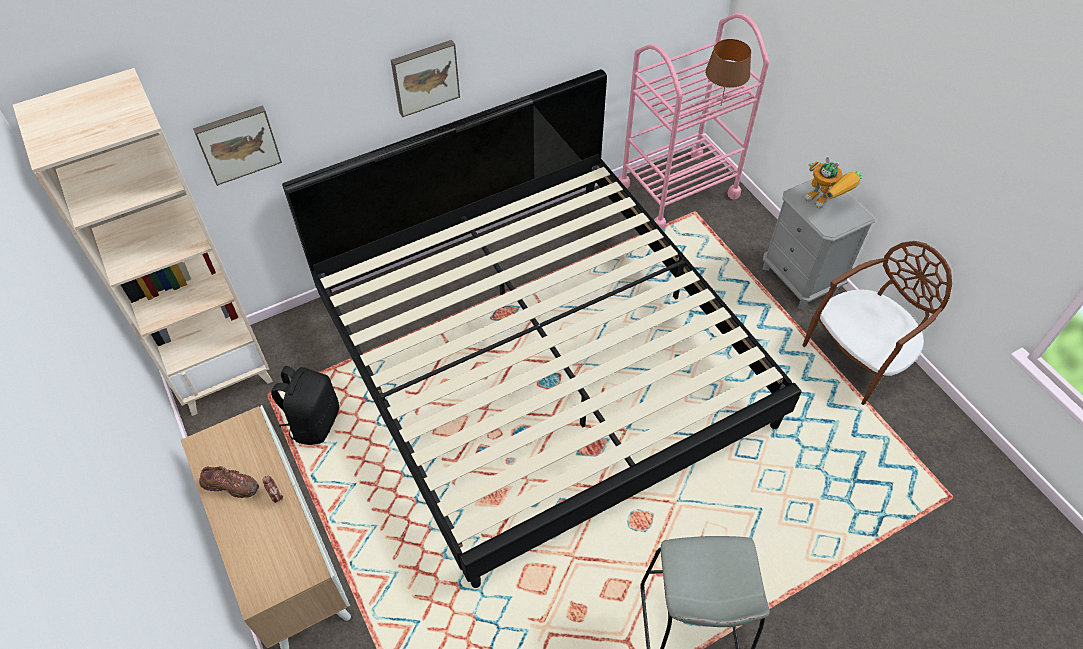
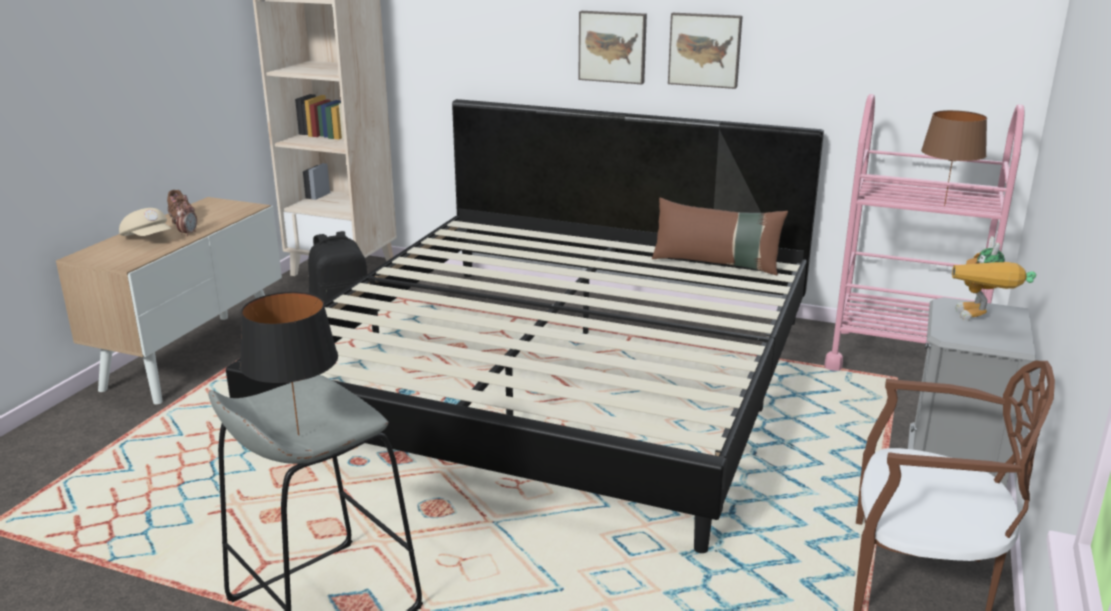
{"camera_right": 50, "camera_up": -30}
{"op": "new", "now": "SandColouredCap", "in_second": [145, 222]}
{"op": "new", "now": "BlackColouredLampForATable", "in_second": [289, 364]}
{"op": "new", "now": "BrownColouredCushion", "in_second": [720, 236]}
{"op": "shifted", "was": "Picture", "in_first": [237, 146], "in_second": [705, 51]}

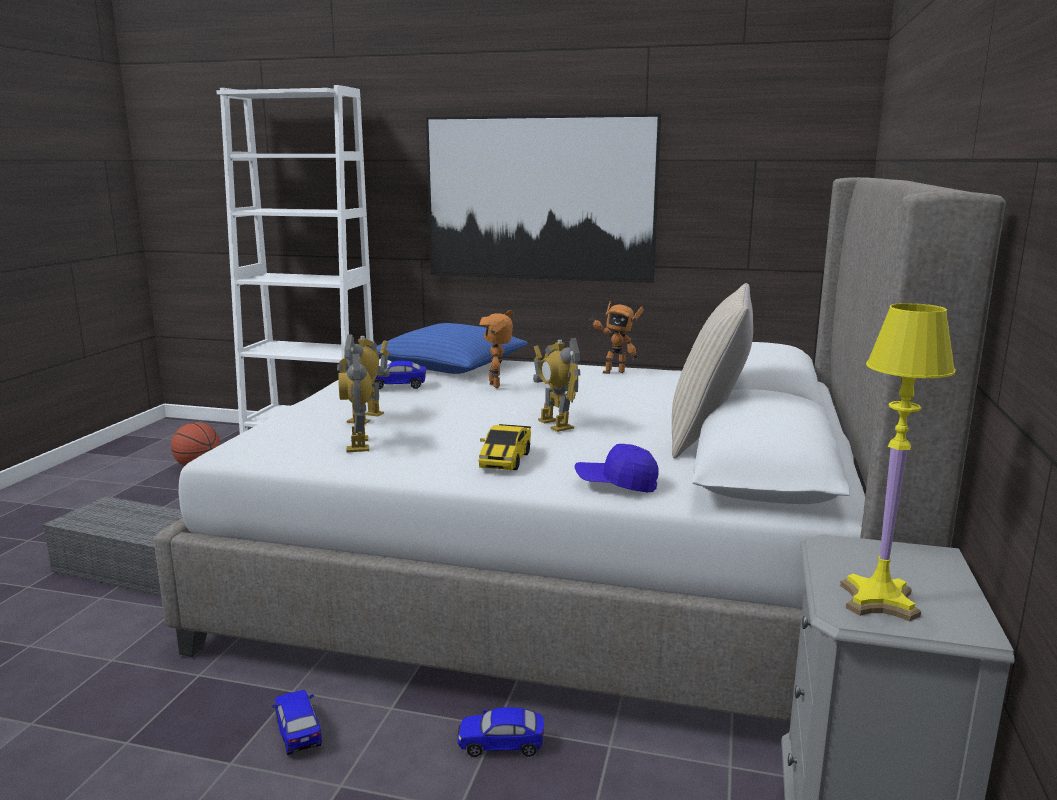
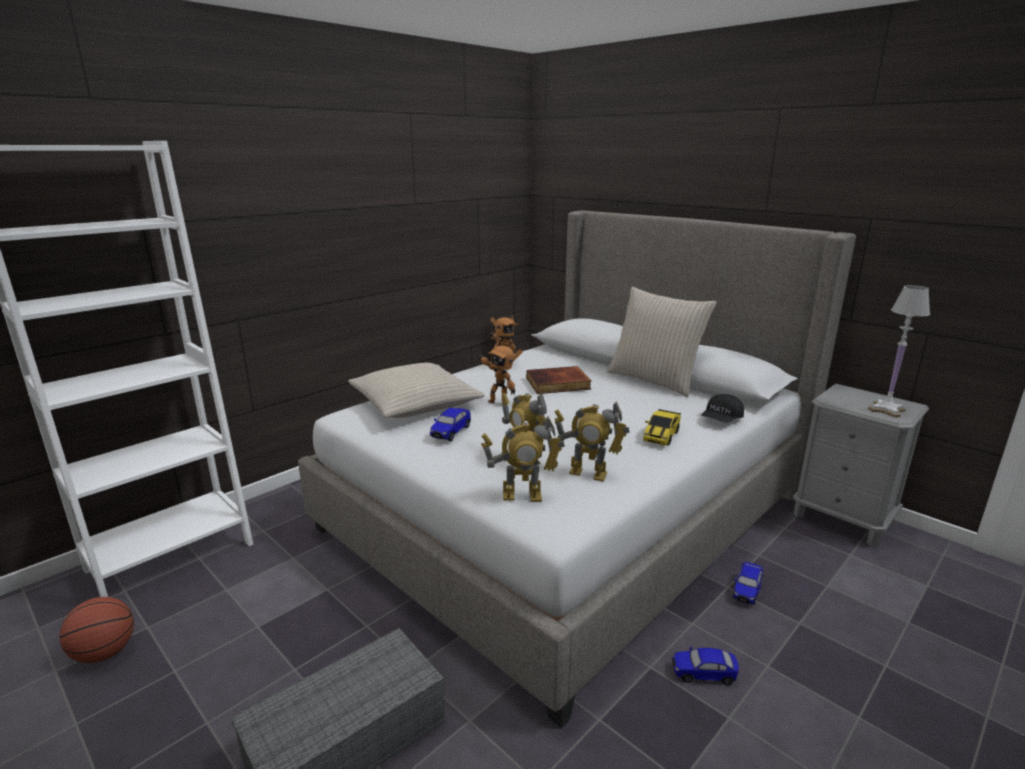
{"camera_right": -60, "camera_up": 5}
{"op": "repainted", "was": "BlueColouredCushion", "now": "SandColouredCushion", "in_first": [452, 348], "in_second": [416, 390]}
{"op": "shifted", "was": "RobotFigure", "in_first": [557, 385], "in_second": [523, 459]}
{"op": "new", "now": "Book", "in_second": [558, 380]}
{"op": "rotated", "was": "MiniatureCar", "in_first": [504, 447], "in_second": [662, 427], "clockwise": 75}
{"op": "repainted", "was": "BlueColouredCap", "now": "BlackColouredCap", "in_first": [617, 468], "in_second": [723, 408]}
{"op": "repainted", "was": "YellowColouredLampForATable", "now": "WhiteColouredLampForATable", "in_first": [898, 462], "in_second": [899, 351]}
{"op": "gone", "was": "Picture", "in_first": [543, 198]}

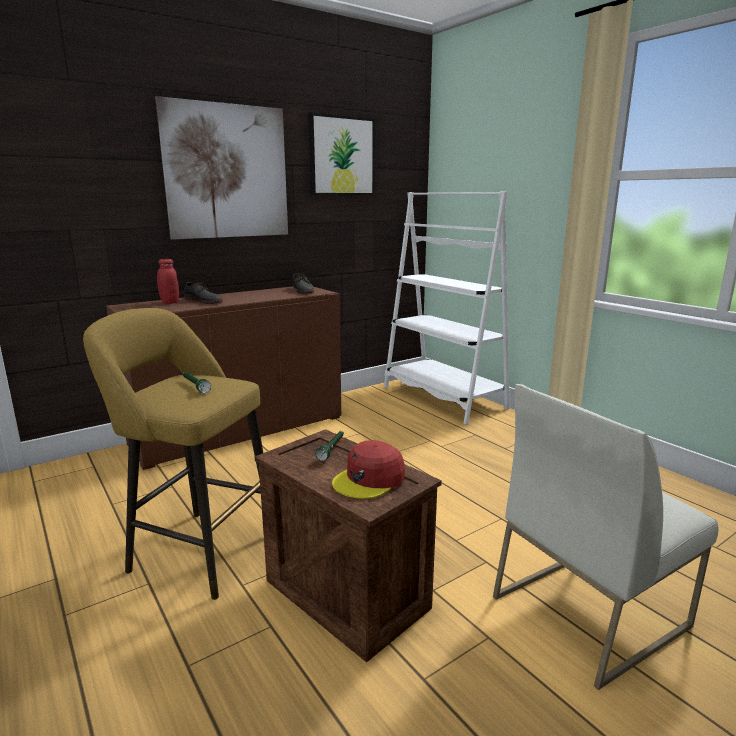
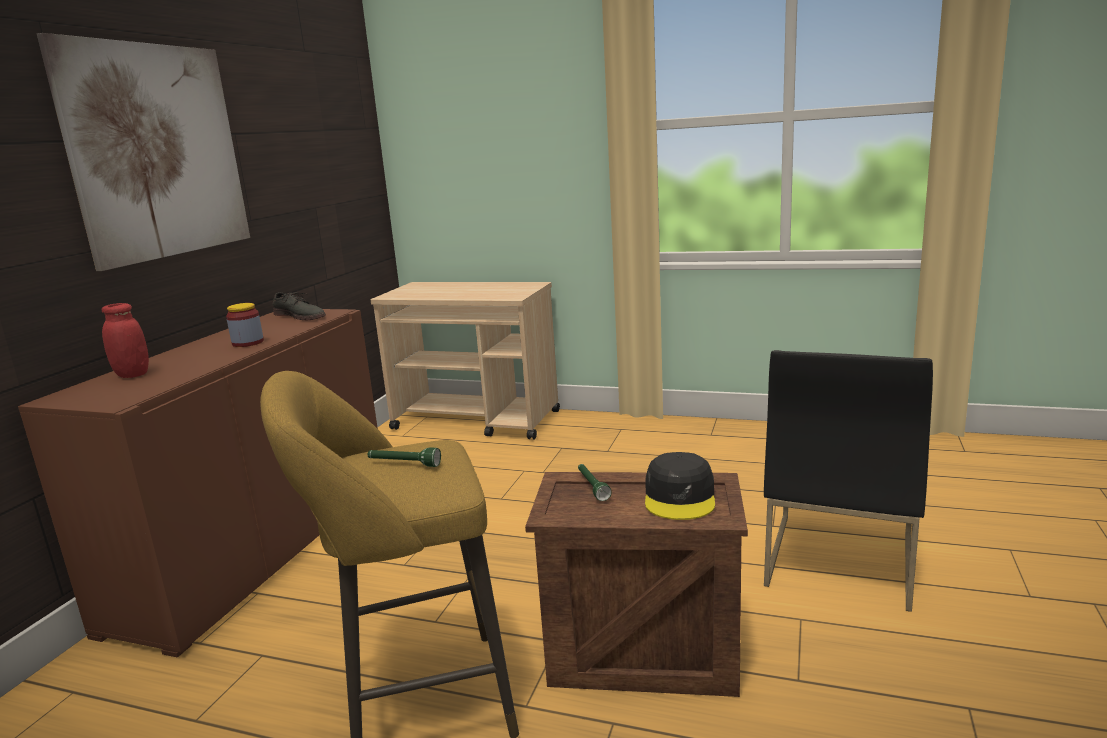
{"camera_right": -35, "camera_up": 0}
{"op": "new", "now": "StorageJar", "in_second": [245, 325]}
{"op": "swapped", "was": "WhiteColouredBookcase", "now": "SandColouredCart", "in_first": [447, 308], "in_second": [465, 361]}
{"op": "repainted", "was": "RedCap", "now": "BlackColouredCap", "in_first": [368, 469], "in_second": [680, 486]}
{"op": "repainted", "was": "WhiteColouredChair", "now": "BlackColouredChair", "in_first": [605, 537], "in_second": [848, 481]}
{"op": "gone", "was": "GreyShoe", "in_first": [203, 293]}
{"op": "gone", "was": "Picture", "in_first": [341, 153]}

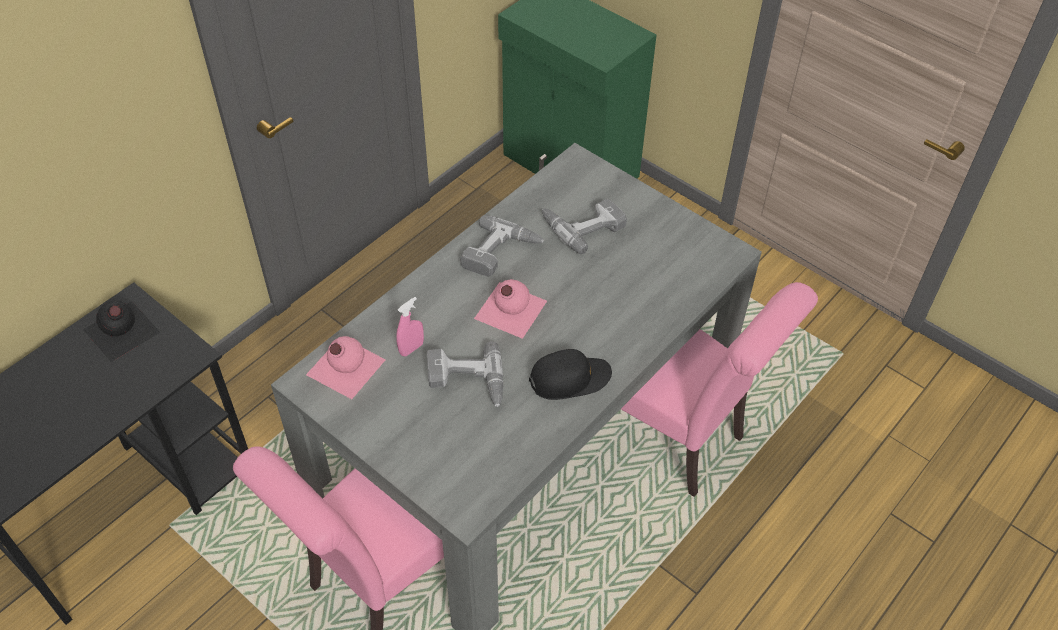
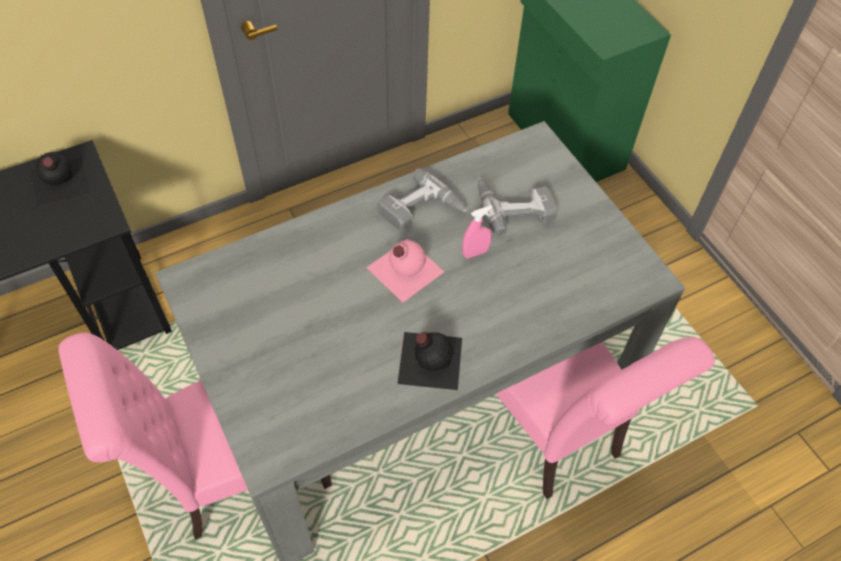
{"camera_right": 20, "camera_up": 5}
{"op": "swapped", "was": "BlackColouredCap", "now": "BlackColouredBeverageBottle", "in_first": [570, 374], "in_second": [429, 361]}
{"op": "shifted", "was": "PinkHandSprayer", "in_first": [410, 326], "in_second": [477, 231]}
{"op": "gone", "was": "PinkBeverageBottle", "in_first": [346, 367]}
{"op": "gone", "was": "ElectricDrill", "in_first": [465, 374]}

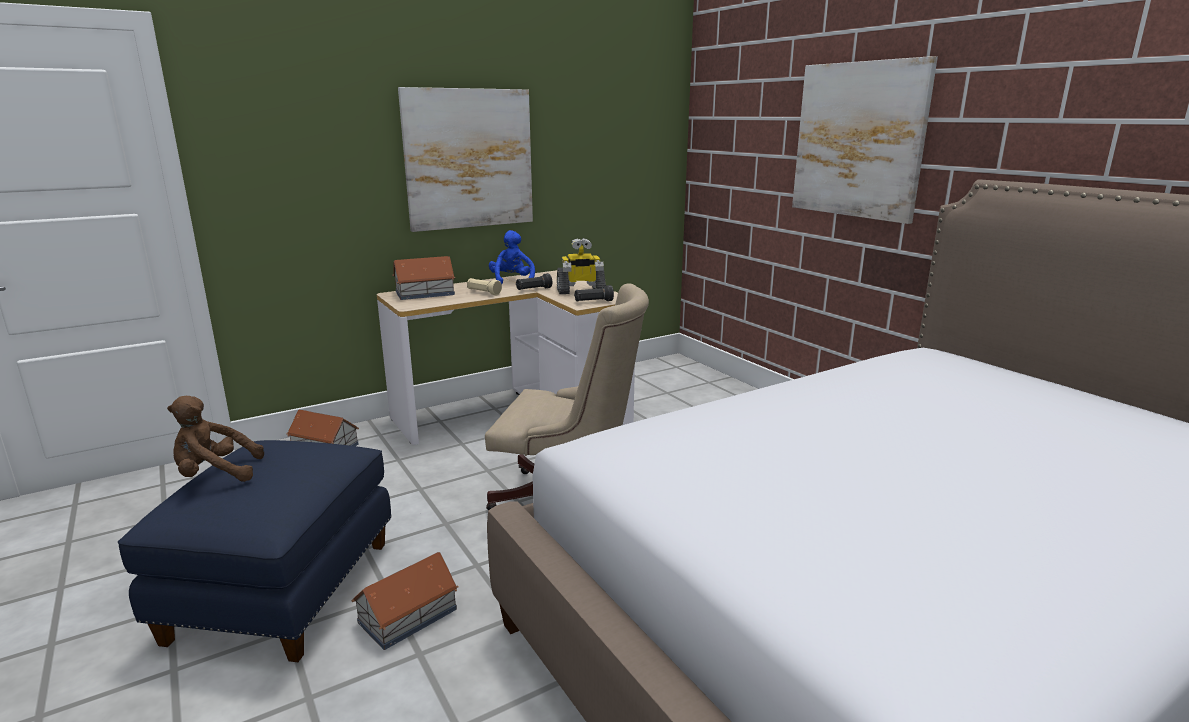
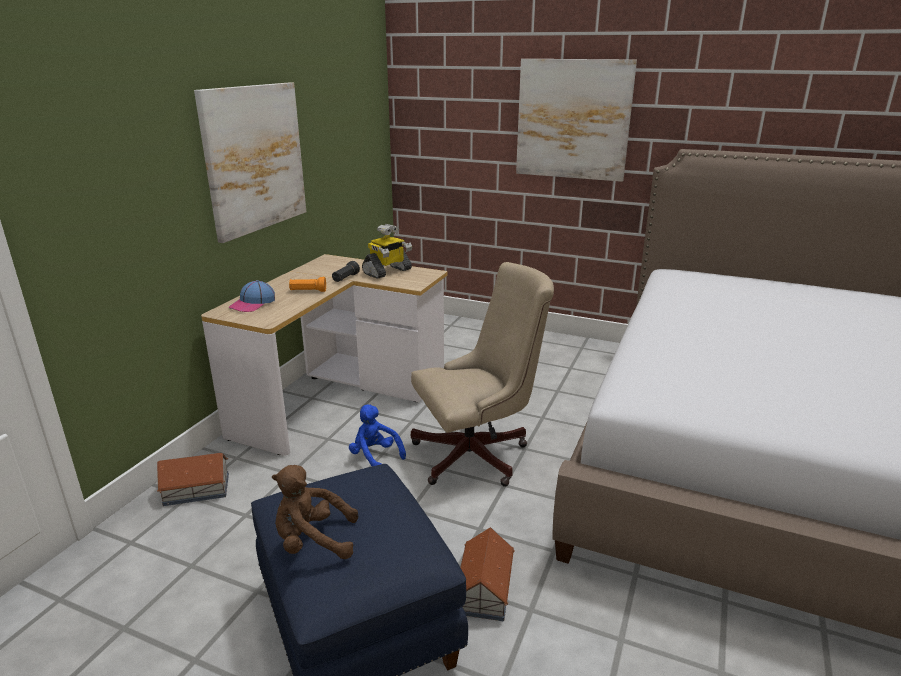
{"camera_right": -35, "camera_up": 5}
{"op": "swapped", "was": "MiniatureHouse", "now": "Cap", "in_first": [423, 278], "in_second": [252, 296]}
{"op": "rotated", "was": "BrownColouredPlushToy", "in_first": [215, 439], "in_second": [315, 512], "clockwise": 45}
{"op": "repainted", "was": "SandColouredHandTorch", "now": "OrangeyHandTorch", "in_first": [484, 286], "in_second": [307, 284]}
{"op": "shifted", "was": "BlueColouredPlushToy", "in_first": [512, 257], "in_second": [377, 435]}
{"op": "gone", "was": "BlackColouredHandTorch", "in_first": [594, 293]}

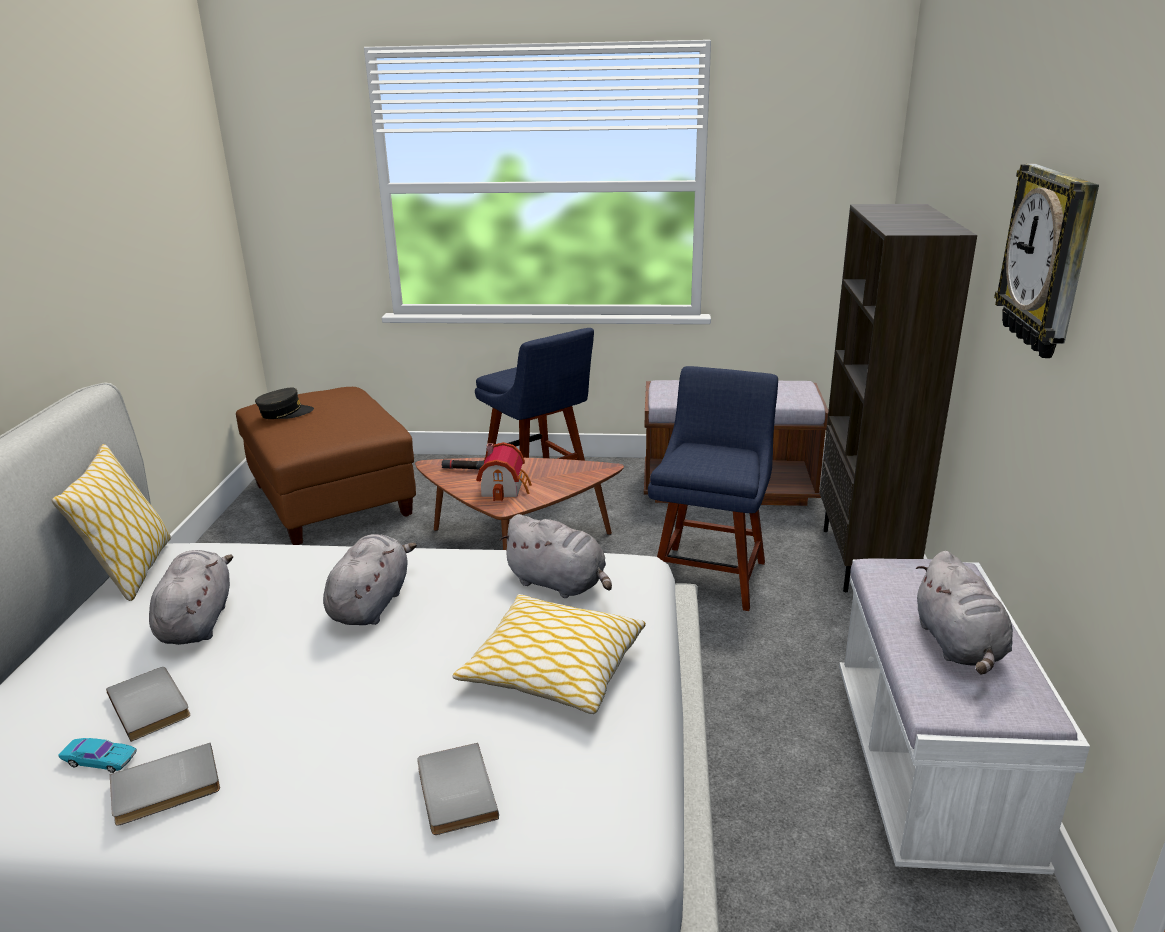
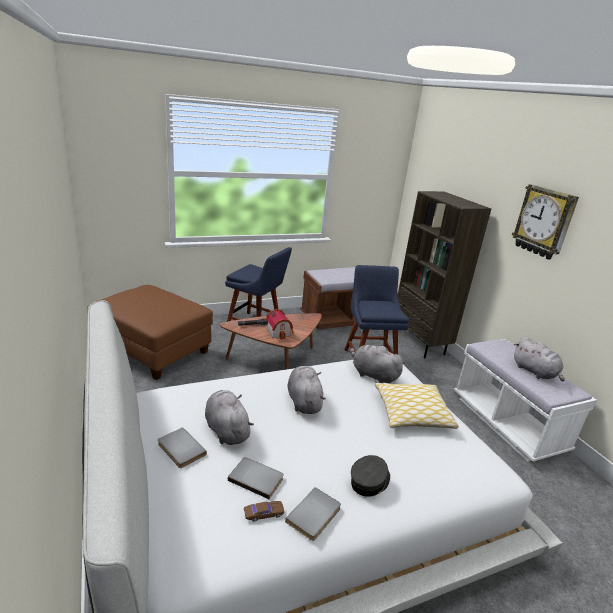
{"camera_right": -30, "camera_up": 0}
{"op": "shifted", "was": "GreyBook", "in_first": [458, 789], "in_second": [182, 447]}
{"op": "repainted", "was": "BlueGreenMiniatureCar", "now": "BrownColouredMiniatureCar", "in_first": [97, 755], "in_second": [264, 511]}
{"op": "rotated", "was": "GreyPlushToy", "in_first": [555, 556], "in_second": [377, 364], "clockwise": -150}
{"op": "shifted", "was": "GreyCap", "in_first": [284, 403], "in_second": [370, 476]}
{"op": "gone", "was": "Cushion", "in_first": [111, 522]}

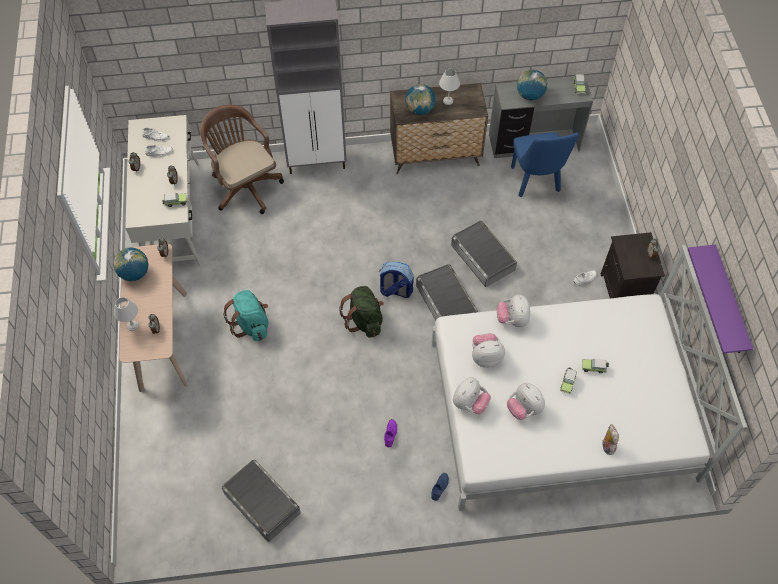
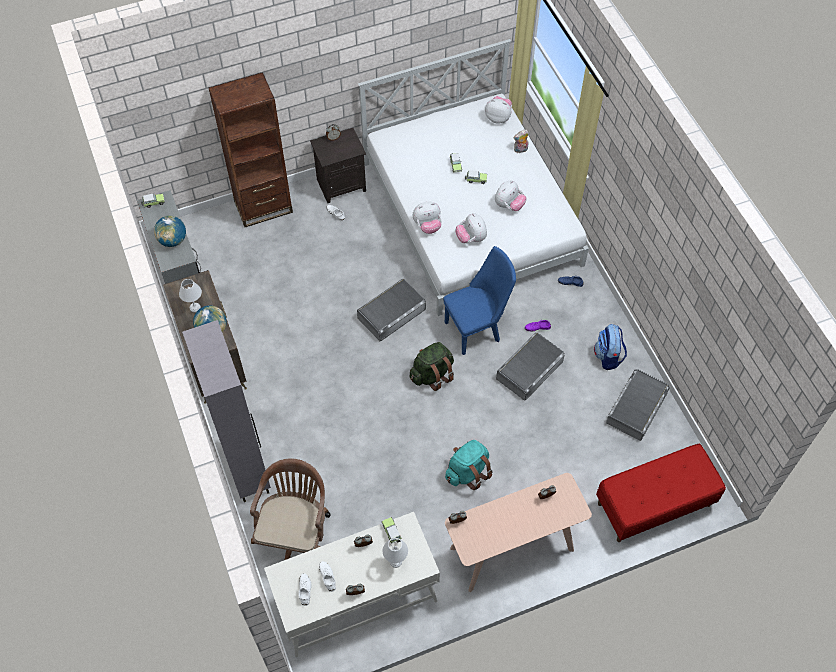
{"camera_right": -105, "camera_up": 0}
{"op": "new", "now": "BrownColouredBookcase", "in_second": [251, 149]}
{"op": "rotated", "was": "BrownColouredOfficeChair", "in_first": [242, 159], "in_second": [290, 509], "clockwise": 150}
{"op": "shifted", "was": "WhiteColouredLampForATable", "in_first": [126, 314], "in_second": [395, 553]}
{"op": "shifted", "was": "BlueColouredChair", "in_first": [545, 164], "in_second": [479, 300]}
{"op": "shifted", "was": "PlushToy", "in_first": [472, 395], "in_second": [498, 109]}
{"op": "shifted", "was": "GreyStorageBin", "in_first": [484, 254], "in_second": [530, 367]}
{"op": "shifted", "was": "Backpack", "in_first": [396, 280], "in_second": [610, 347]}
{"op": "new", "now": "RedBench", "in_second": [661, 492]}
{"op": "gone", "was": "WorldGlobe", "in_first": [130, 264]}
{"op": "gone", "was": "PurplishWallShelf", "in_first": [720, 299]}

